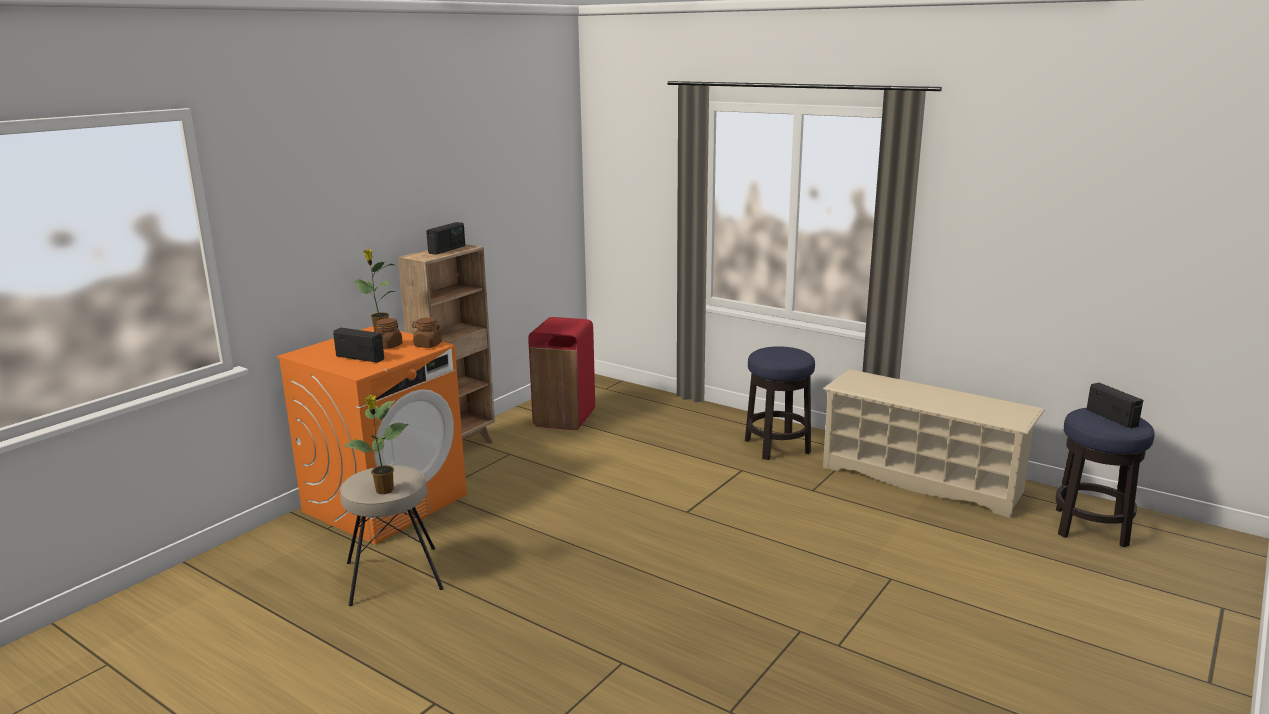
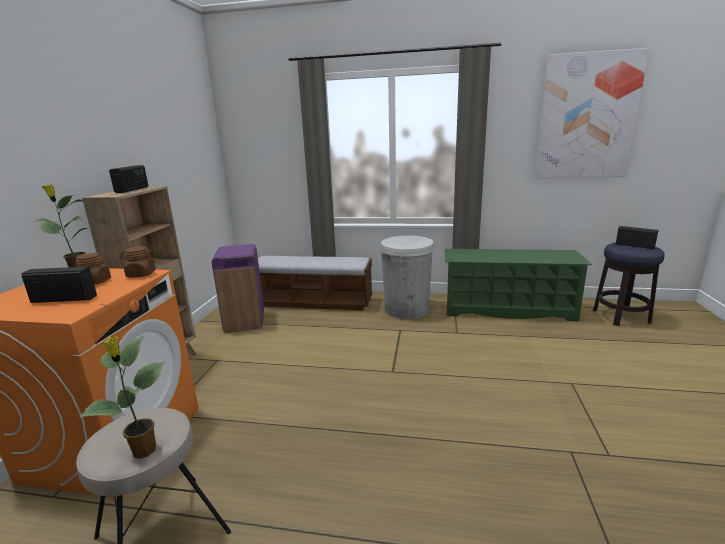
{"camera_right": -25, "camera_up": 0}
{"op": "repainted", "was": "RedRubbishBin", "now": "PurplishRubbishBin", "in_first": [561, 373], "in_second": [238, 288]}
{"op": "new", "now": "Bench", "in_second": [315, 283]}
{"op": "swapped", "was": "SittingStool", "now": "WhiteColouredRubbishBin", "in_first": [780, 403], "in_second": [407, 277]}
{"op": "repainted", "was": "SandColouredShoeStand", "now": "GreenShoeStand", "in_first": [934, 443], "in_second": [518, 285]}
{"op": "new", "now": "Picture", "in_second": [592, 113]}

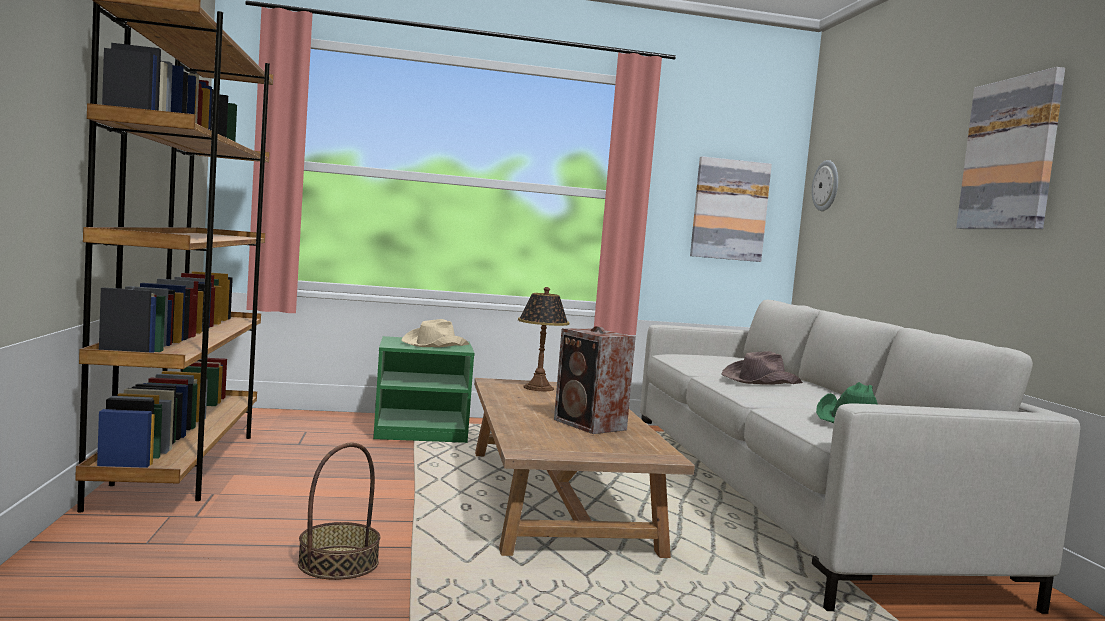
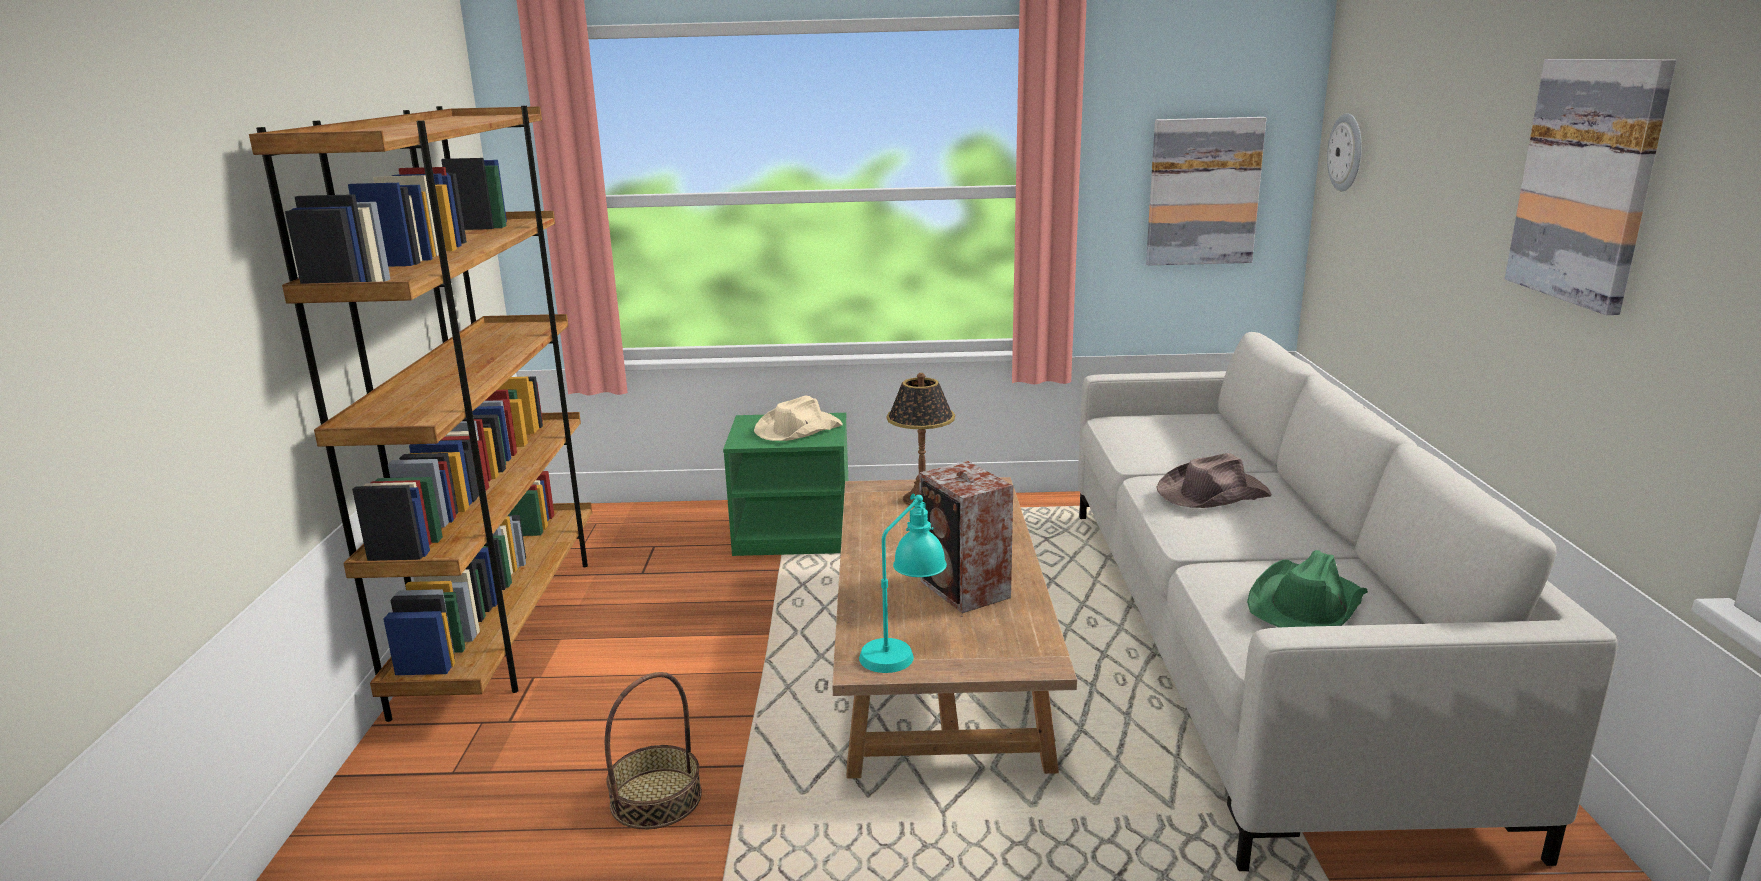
{"camera_right": 10, "camera_up": 15}
{"op": "new", "now": "BlueGreenLampForATable", "in_second": [903, 583]}

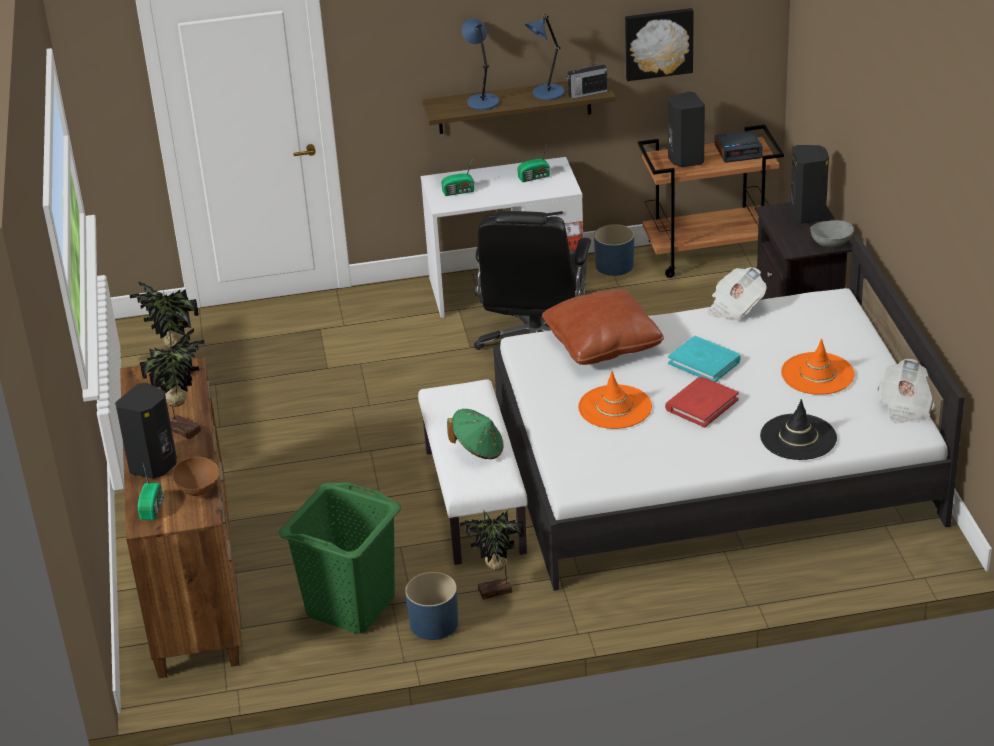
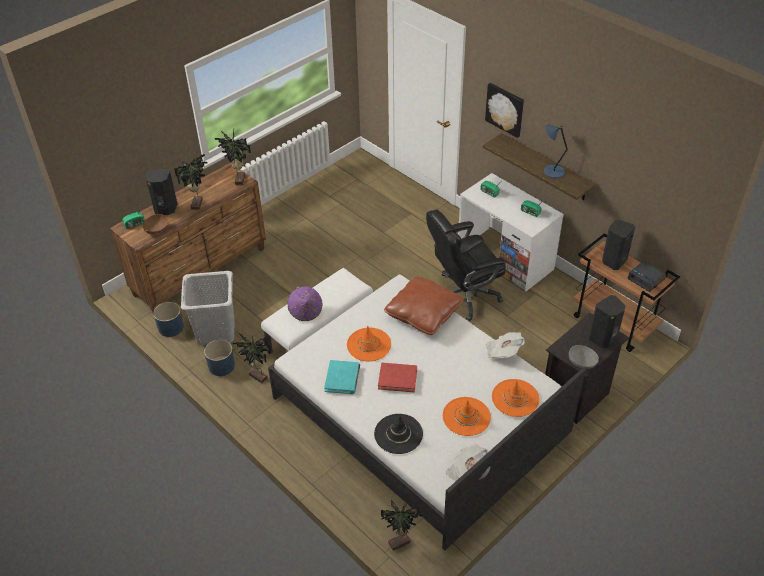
{"camera_right": 55, "camera_up": 10}
{"op": "shifted", "was": "BlueColouredPlantPot", "in_first": [614, 250], "in_second": [168, 319]}
{"op": "repainted", "was": "GreenHamper", "now": "GreyHamper", "in_first": [340, 558], "in_second": [207, 308]}
{"op": "repainted", "was": "GreenWearableHat", "now": "PurplishWearableHat", "in_first": [475, 434], "in_second": [305, 303]}
{"op": "shifted", "was": "BlueGreenBook", "in_first": [704, 359], "in_second": [342, 377]}
{"op": "new", "now": "PottedPlant", "in_second": [401, 525]}
{"op": "shifted", "was": "Picture", "in_first": [659, 44], "in_second": [504, 110]}
{"op": "new", "now": "OrangeyWearableHat", "in_second": [515, 398]}
{"op": "gone", "was": "BlueColouredLampForATable", "in_first": [480, 64]}
{"op": "gone", "was": "RadioReceiver", "in_first": [587, 79]}

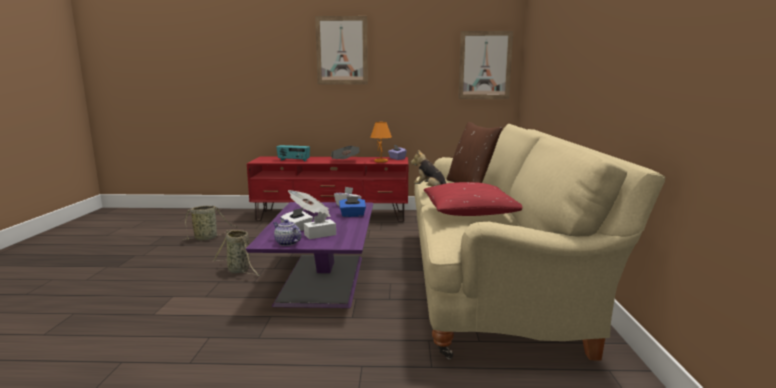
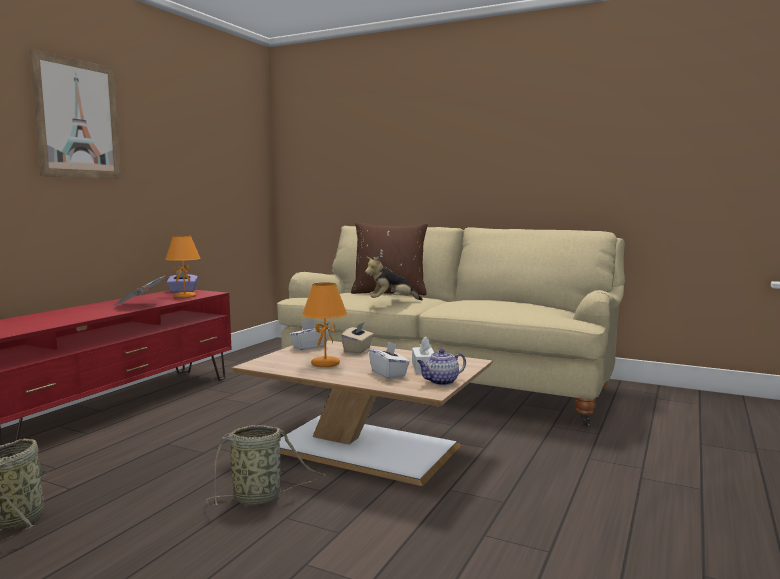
{"camera_right": -65, "camera_up": -5}
{"op": "repainted", "was": "PurplishCoffeeTable", "now": "BrownColouredCoffeeTable", "in_first": [309, 255], "in_second": [362, 413]}
{"op": "swapped", "was": "DailyPaper", "now": "OrangeyLampForATable", "in_first": [309, 203], "in_second": [324, 324]}
{"op": "repainted", "was": "BlueColouredBoxOfTissues", "now": "SandColouredBoxOfTissues", "in_first": [352, 206], "in_second": [357, 338]}
{"op": "gone", "was": "RadioReceiver", "in_first": [293, 153]}
{"op": "gone", "was": "RedCushion", "in_first": [473, 199]}
{"op": "gone", "was": "Picture", "in_first": [485, 65]}

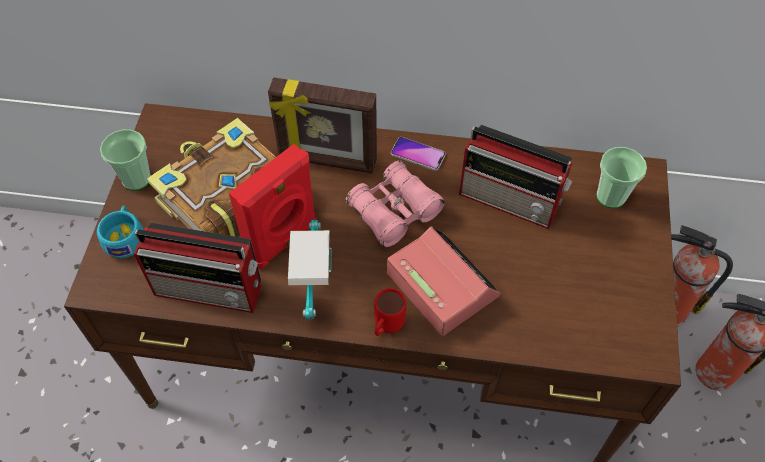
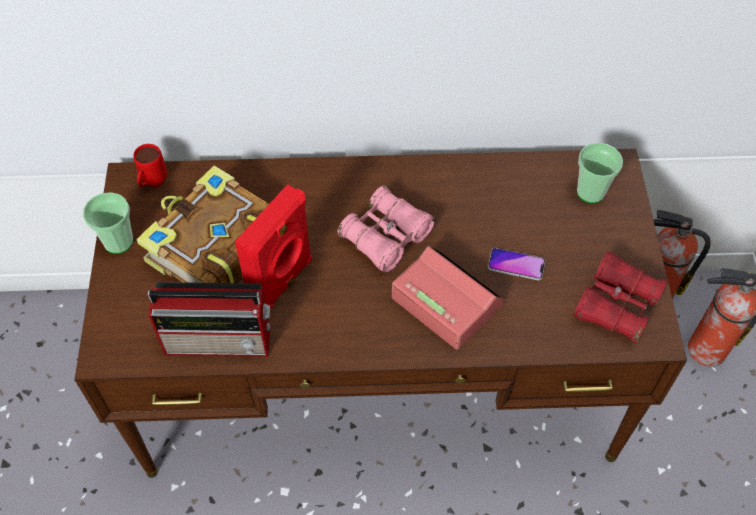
{"camera_right": -10, "camera_up": 0}
{"op": "shifted", "was": "RedCoffeeMug", "in_first": [390, 312], "in_second": [150, 165]}
{"op": "shifted", "was": "Handset", "in_first": [418, 154], "in_second": [516, 264]}
{"op": "new", "now": "RedBinoculars", "in_second": [621, 297]}
{"op": "gone", "was": "BlueGreenSmallCup", "in_first": [120, 231]}
{"op": "gone", "was": "PictureFrame", "in_first": [322, 125]}
{"op": "gone", "was": "LampForATable", "in_first": [310, 270]}
{"op": "gone", "was": "RadioReceiver", "in_first": [516, 177]}

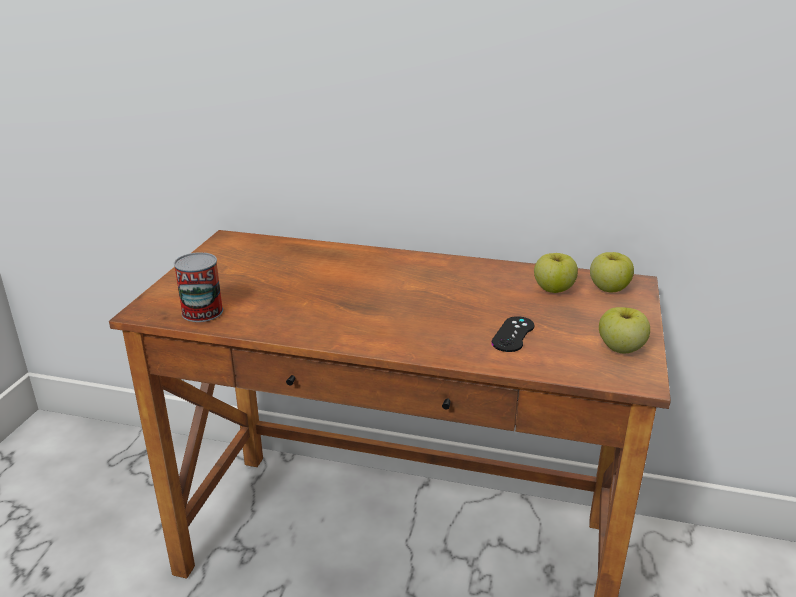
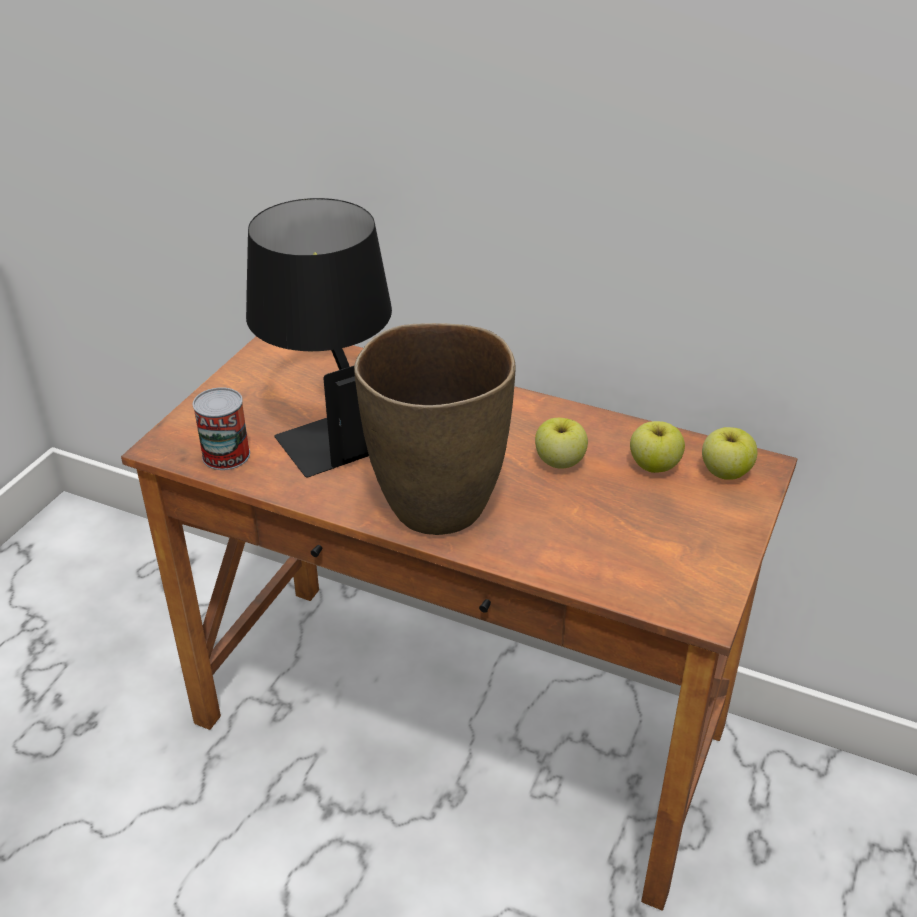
{"camera_right": 10, "camera_up": 10}
{"op": "new", "now": "BlackColouredLampForATable", "in_second": [319, 337]}
{"op": "new", "now": "BrownColouredFlowerVase", "in_second": [434, 429]}
{"op": "shifted", "was": "Apple", "in_first": [624, 330], "in_second": [561, 443]}
{"op": "gone", "was": "BlackColouredJoypad", "in_first": [512, 334]}

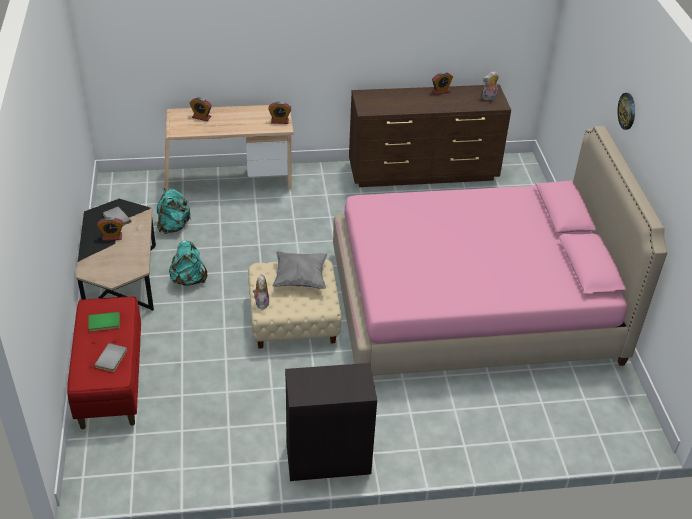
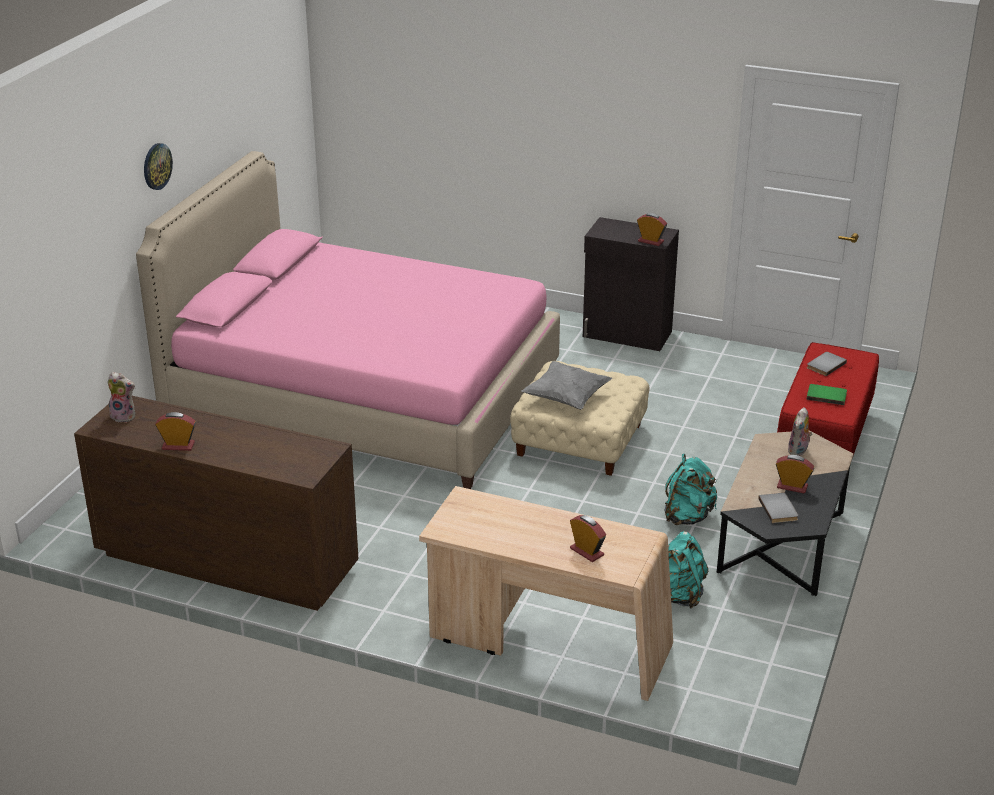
{"camera_right": -150, "camera_up": -10}
{"op": "shifted", "was": "AlarmClock", "in_first": [279, 113], "in_second": [652, 229]}
{"op": "shifted", "was": "PlushToy", "in_first": [261, 292], "in_second": [800, 431]}

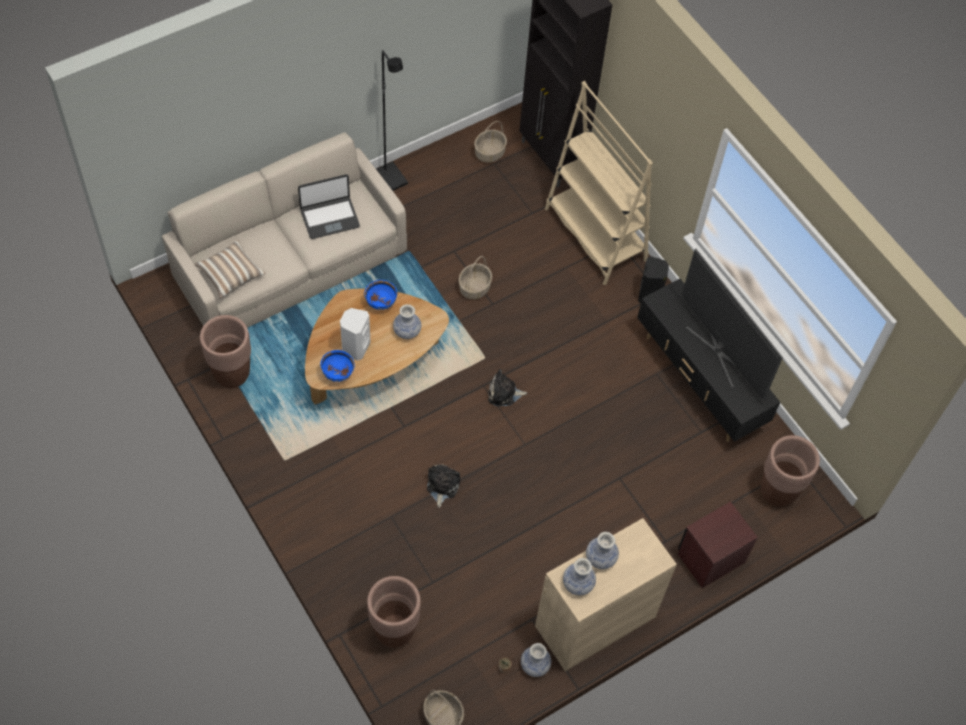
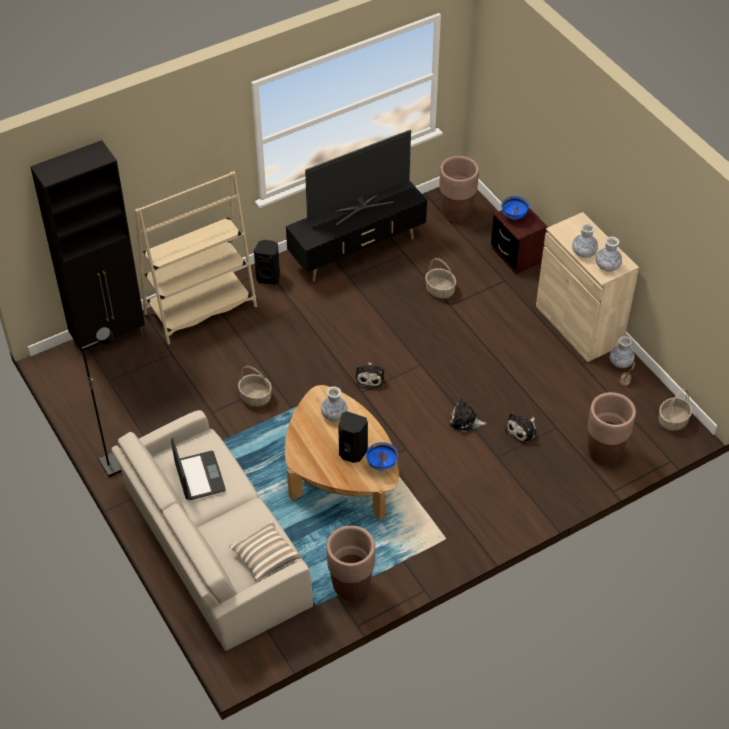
{"camera_right": -85, "camera_up": -10}
{"op": "repainted", "was": "WhiteColouredAudioSpeaker", "now": "BlackColouredAudioSpeaker", "in_first": [355, 334], "in_second": [353, 437]}
{"op": "shifted", "was": "HouseholdBasket", "in_first": [490, 142], "in_second": [440, 278]}
{"op": "shifted", "was": "BlueColouredBowl", "in_first": [380, 295], "in_second": [515, 208]}
{"op": "new", "now": "PlushToy", "in_second": [521, 428]}

